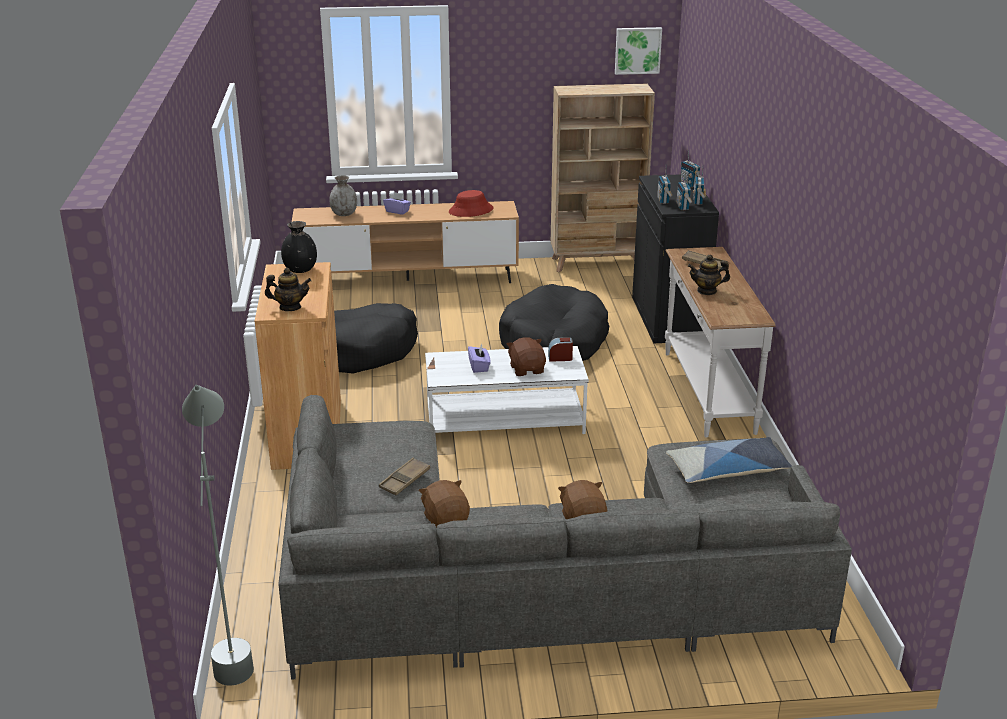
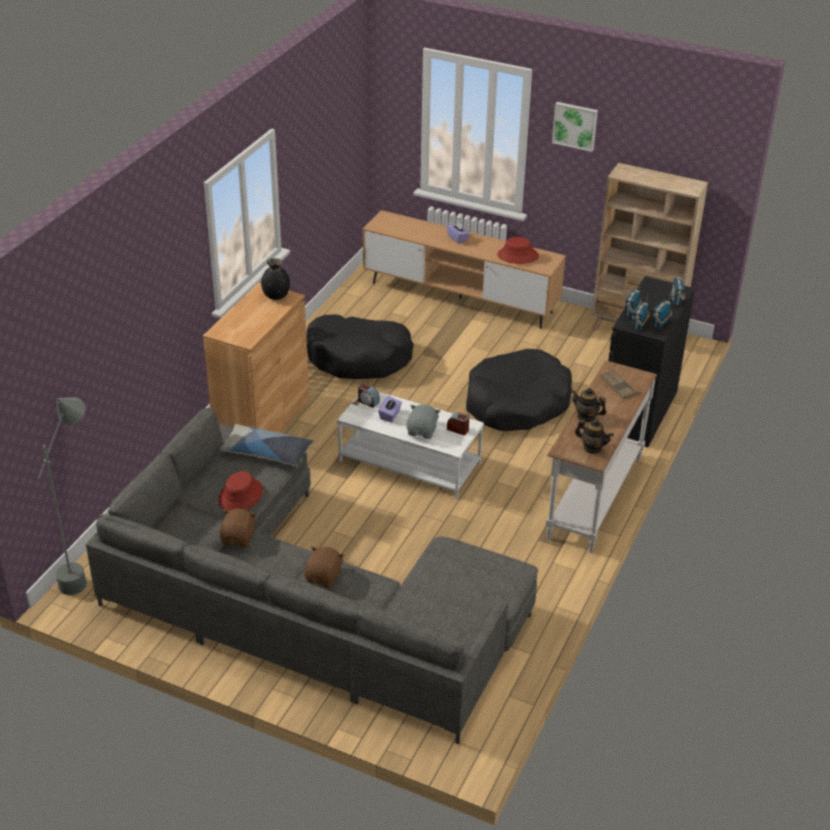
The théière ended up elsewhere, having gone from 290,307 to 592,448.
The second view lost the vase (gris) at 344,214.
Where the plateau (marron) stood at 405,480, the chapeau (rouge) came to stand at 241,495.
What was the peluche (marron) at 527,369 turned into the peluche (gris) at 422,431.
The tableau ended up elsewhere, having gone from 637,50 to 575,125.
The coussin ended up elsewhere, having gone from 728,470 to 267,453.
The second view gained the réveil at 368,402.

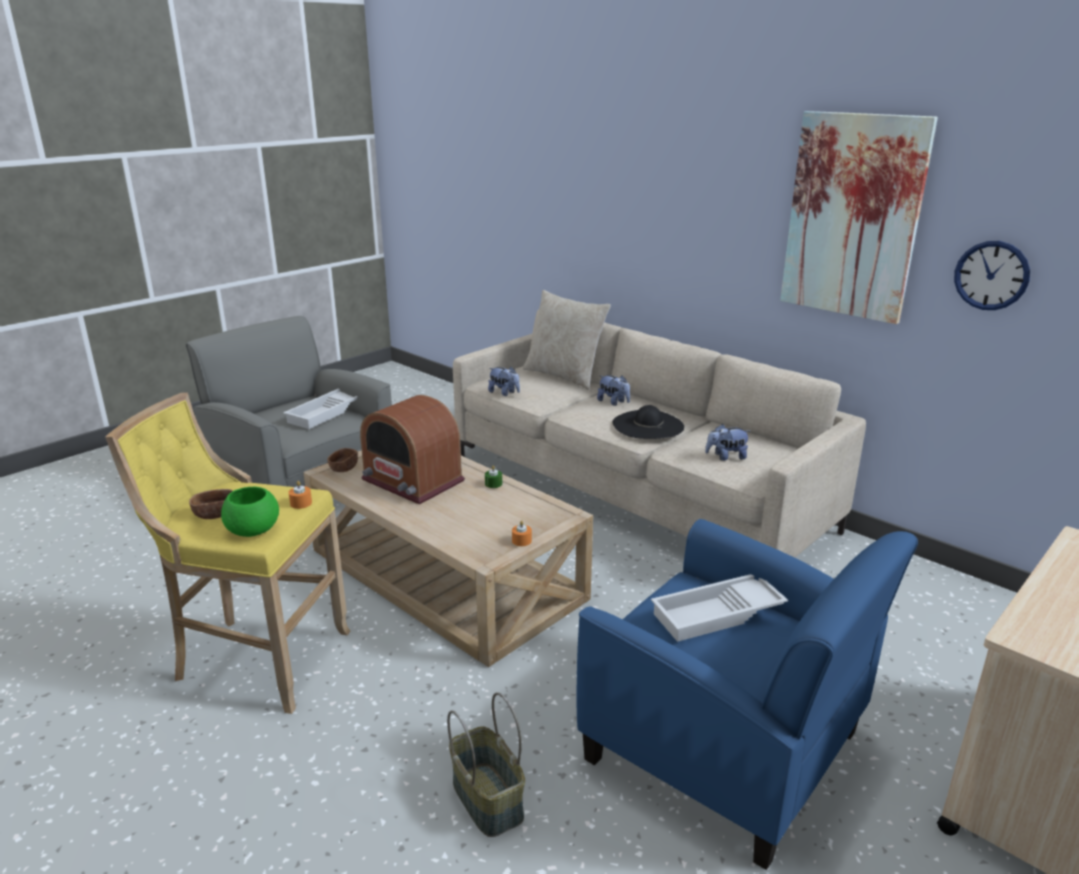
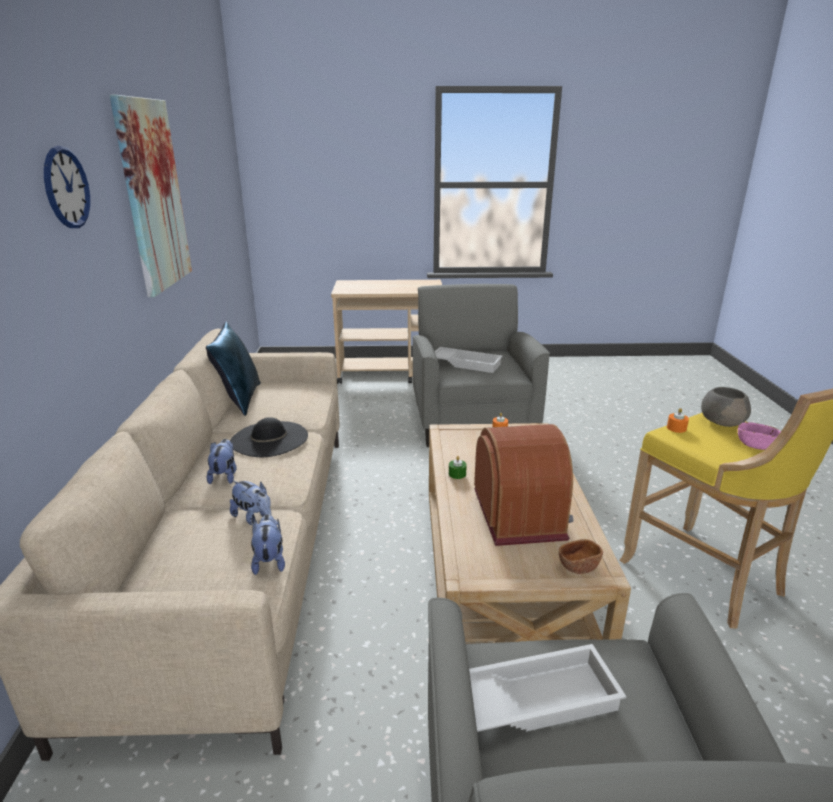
What was the bol (marron) at 215,514 turned into the bol (rose) at 756,445.
What was the bol (vert) at 253,531 turned into the bol (gris) at 722,422.
The second view lost the panier at 489,799.
The second view lost the coussin (beige) at 564,375.
What was the fauteuil (bleu) at 726,748 turned into the fauteuil (gris) at 472,420.
The peluche ended up elsewhere, having gone from 726,457 to 254,518.
The horloge murale ended up elsewhere, having gone from 991,275 to 66,188.
The second view gained the coussin (bleu) at 239,399.

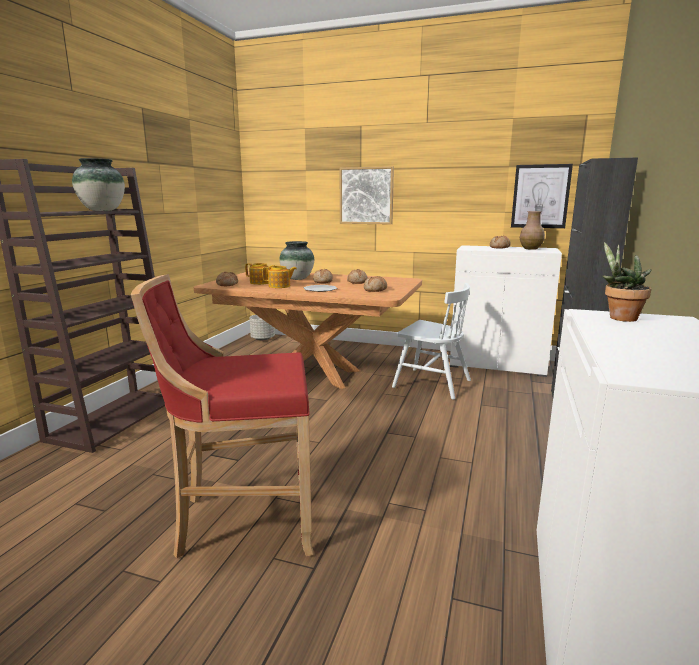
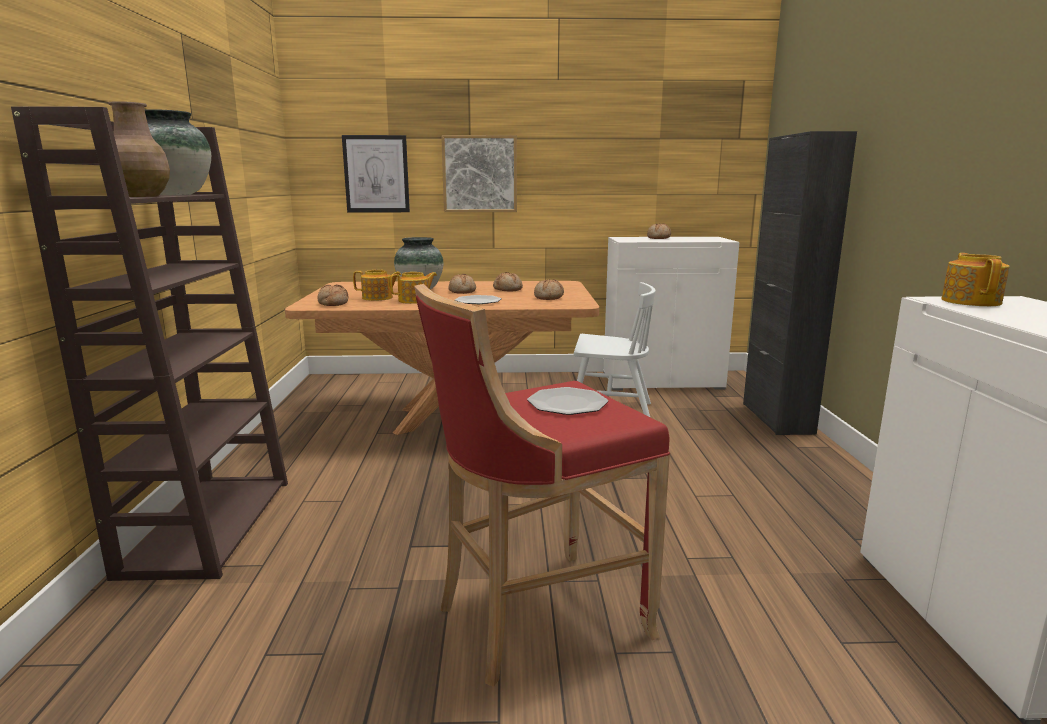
The second view lost the cache-pot (gris) at 263,338.
The tableau ended up elsewhere, having gone from 540,196 to 376,174.
The vase (marron) ended up elsewhere, having gone from 531,248 to 143,196.
Where the plante en pot stood at 619,318, the théière came to stand at 971,301.
The second view gained the assiette at 567,403.

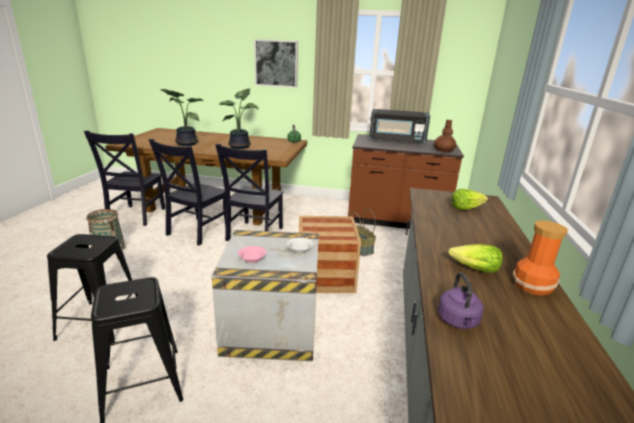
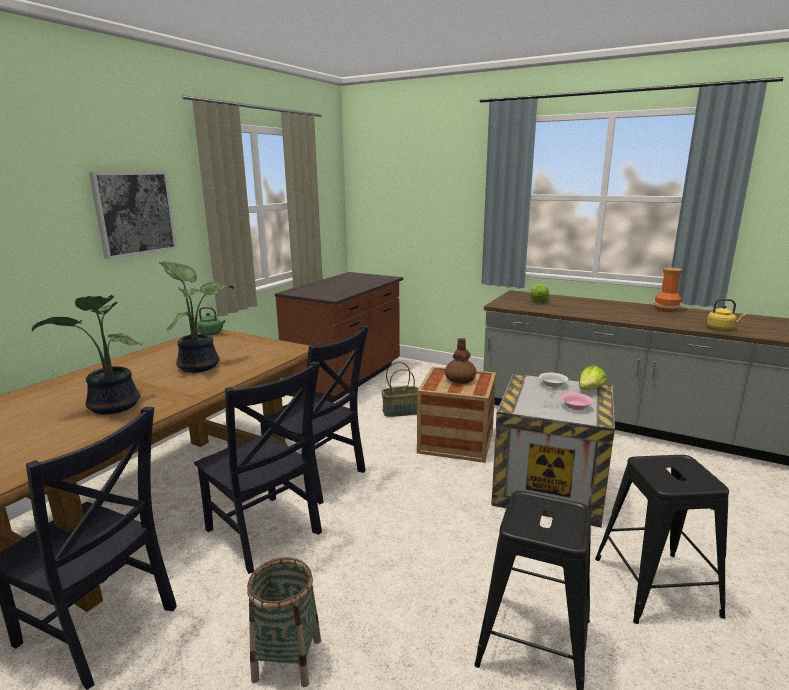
The second view lost the micro-ondes (noir) at 397,140.
The vase (marron) ended up elsewhere, having gone from 444,150 to 460,380.
What was the bouilloire (violet) at 458,321 turned into the bouilloire (jaune) at 721,328.
The laitue ended up elsewhere, having gone from 474,269 to 590,390.

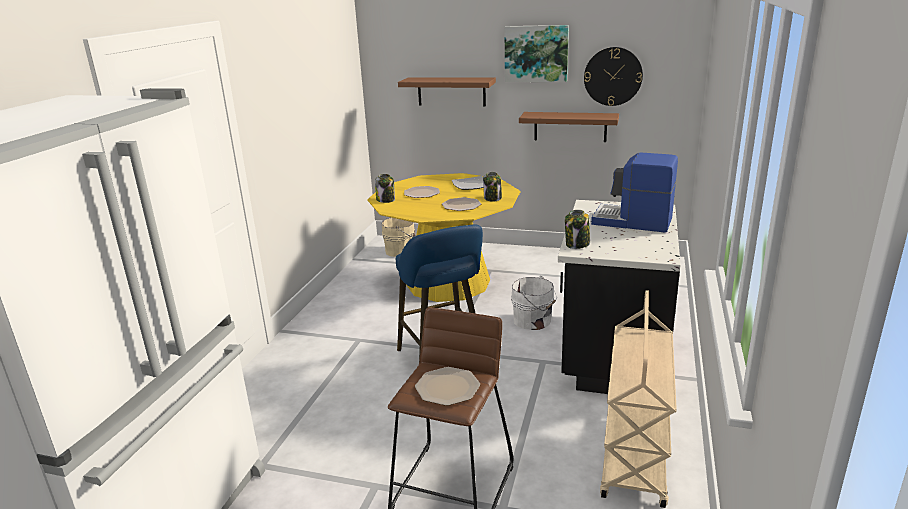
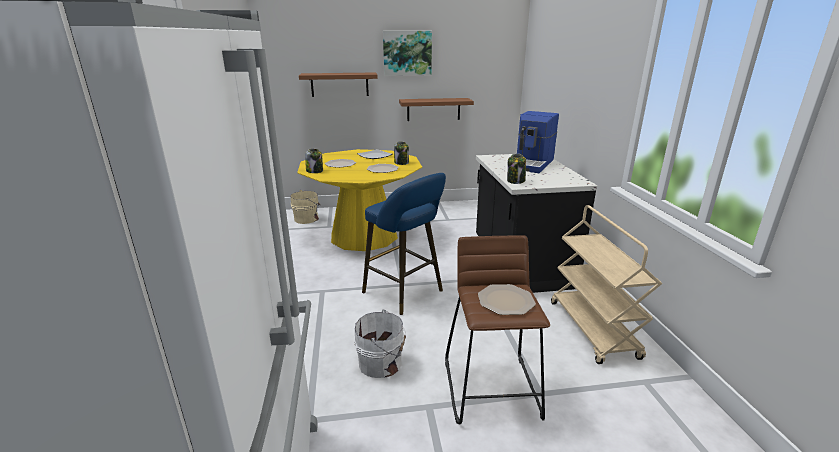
The seau (blanc) ended up elsewhere, having gone from 533,321 to 382,363.
The second view lost the horloge murale at 613,76.
The machine à café at 632,222 ended up facing another way, 60 degrees counterclockwise from before.

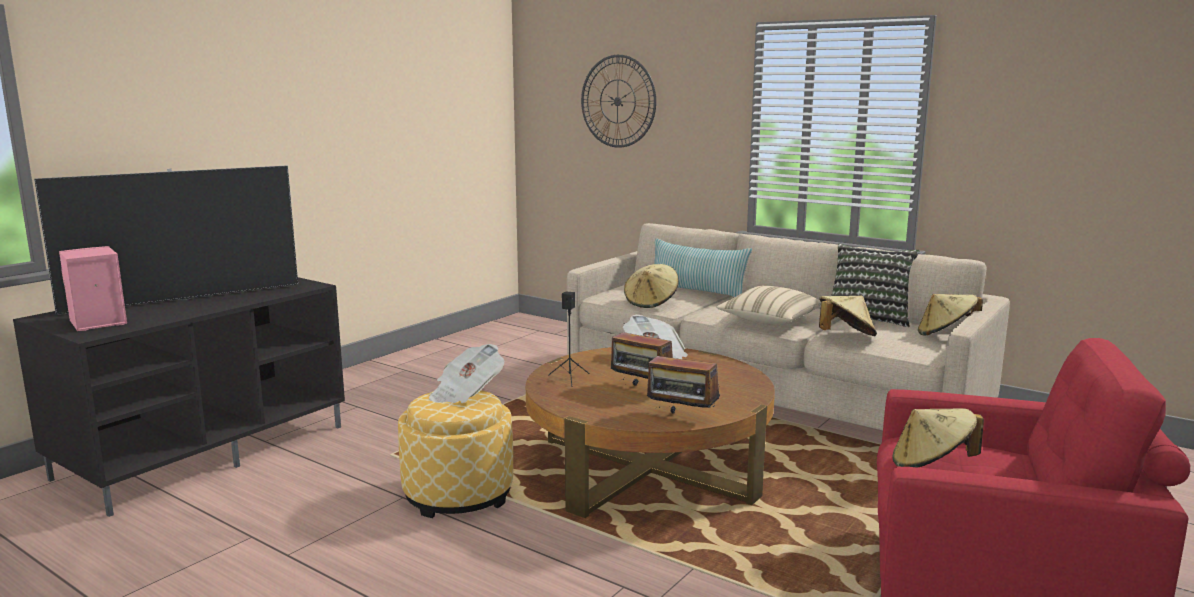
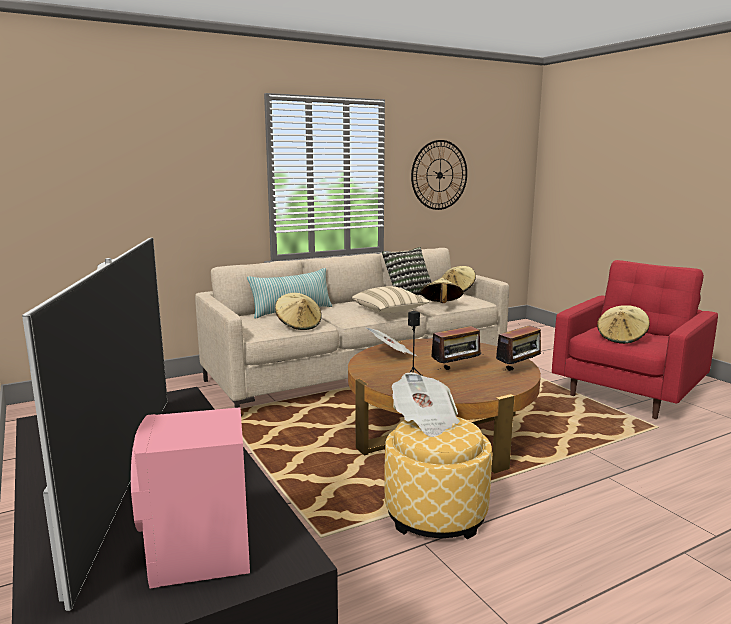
The horloge murale ended up elsewhere, having gone from 618,101 to 439,175.

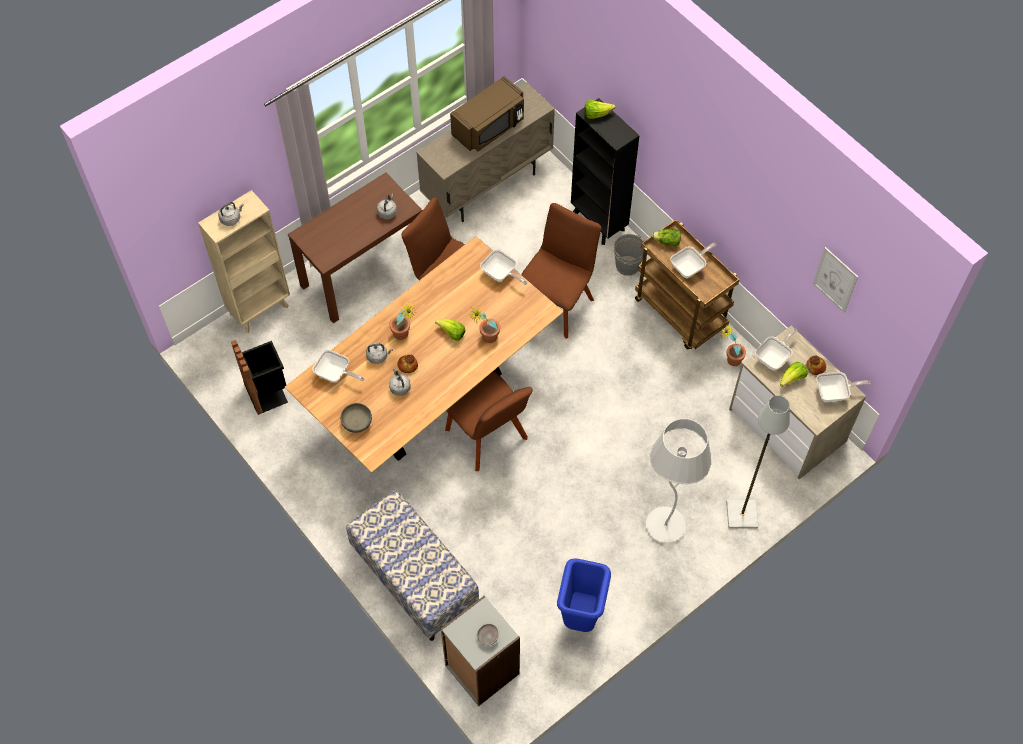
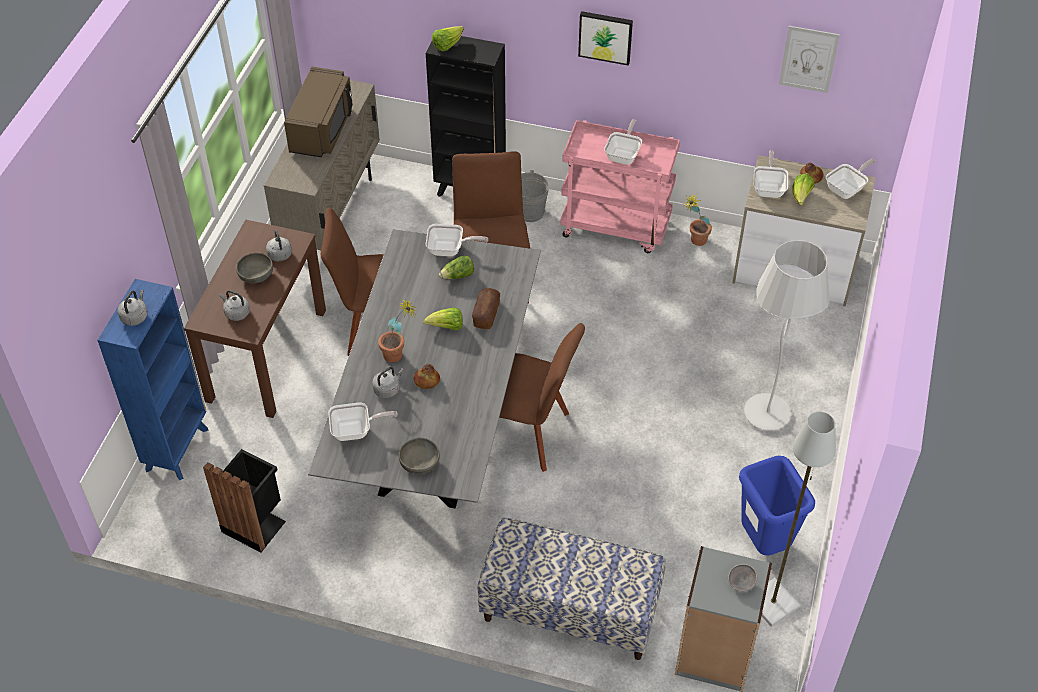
What was the bibliothèque (beige) at 260,309 turned into the bibliothèque (bleu) at 178,448.
What was the table à manger (marron) at 430,396 turned into the table à manger (gris) at 437,429.
The bouilloire (gris) ended up elsewhere, having gone from 399,387 to 236,313.
Where the plante en pot stood at 486,339, the pain came to stand at 486,314.
What was the chariot (marron) at 681,314 turned into the chariot (rose) at 616,227.
The laitue ended up elsewhere, having gone from 667,242 to 458,276.
The lampadaire (gris) ended up elsewhere, having gone from 742,515 to 774,603.
The second view gained the bol (gris) at 256,275.
The second view gained the tableau at 605,36.

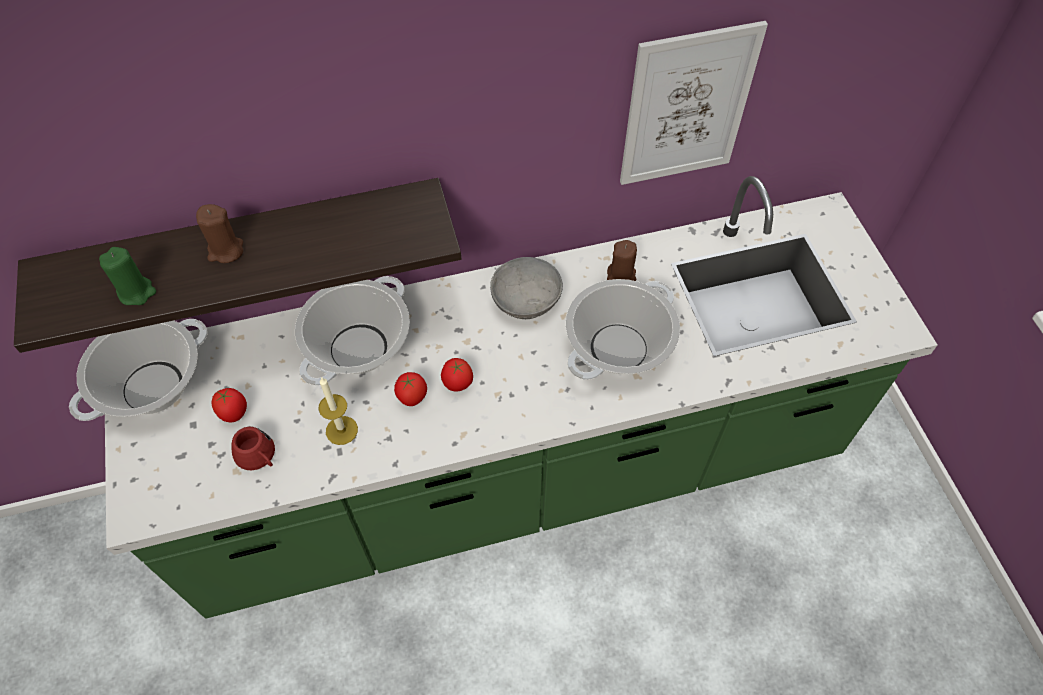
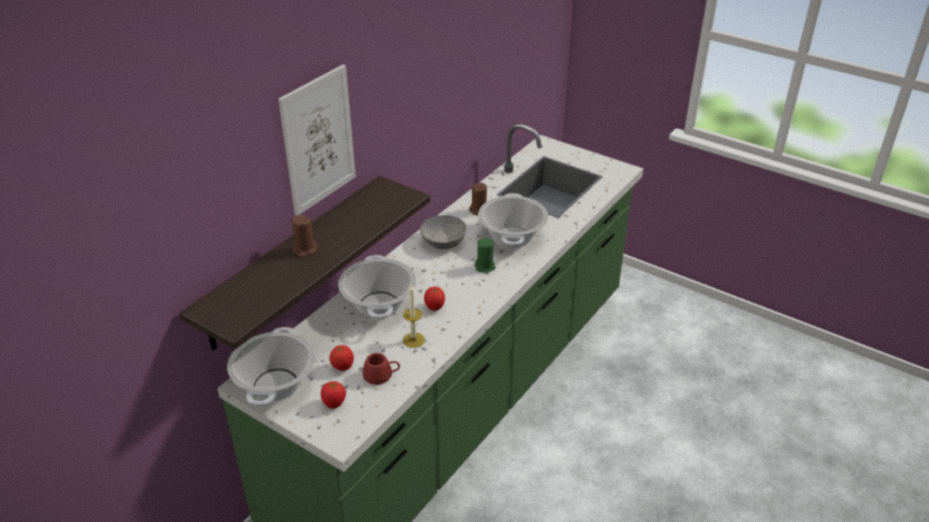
The bougie (vert) ended up elsewhere, having gone from 136,292 to 485,267.
The tomate ended up elsewhere, having gone from 457,384 to 334,404.
The tableau ended up elsewhere, having gone from 687,107 to 318,140.

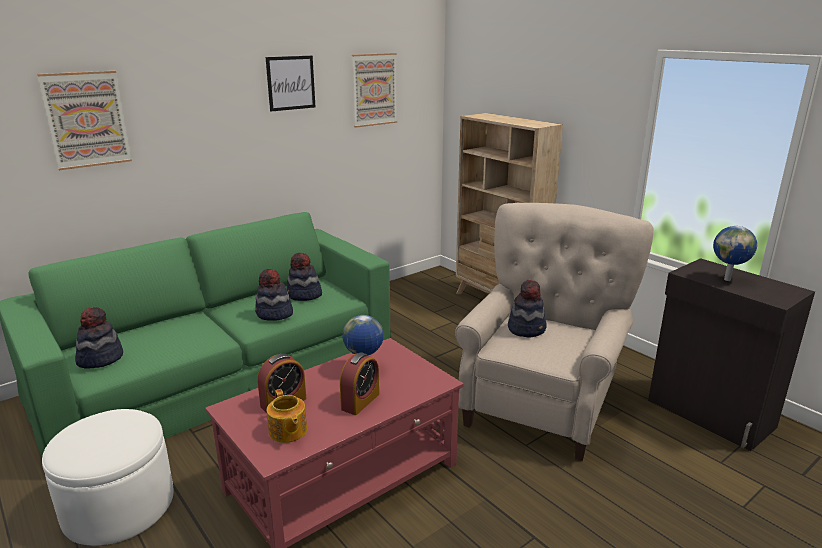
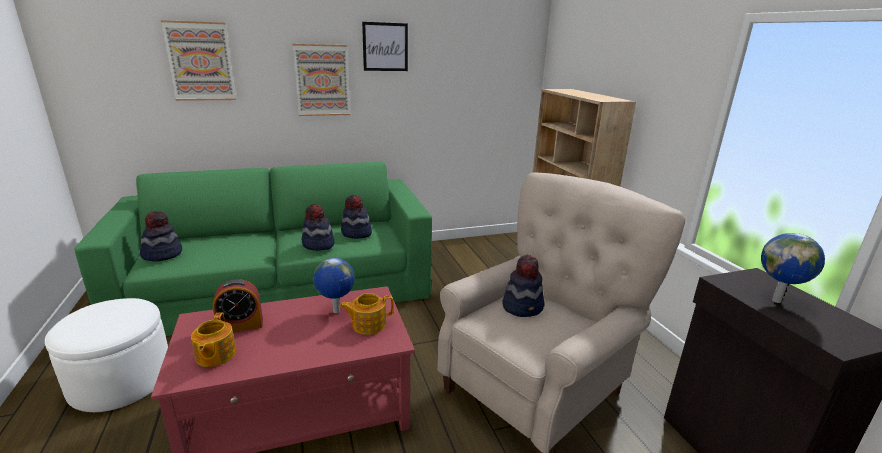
The second view lost the réveil at 360,401.
The tableau ended up elsewhere, having gone from 374,89 to 322,80.
The second view gained the théière at 368,324.

